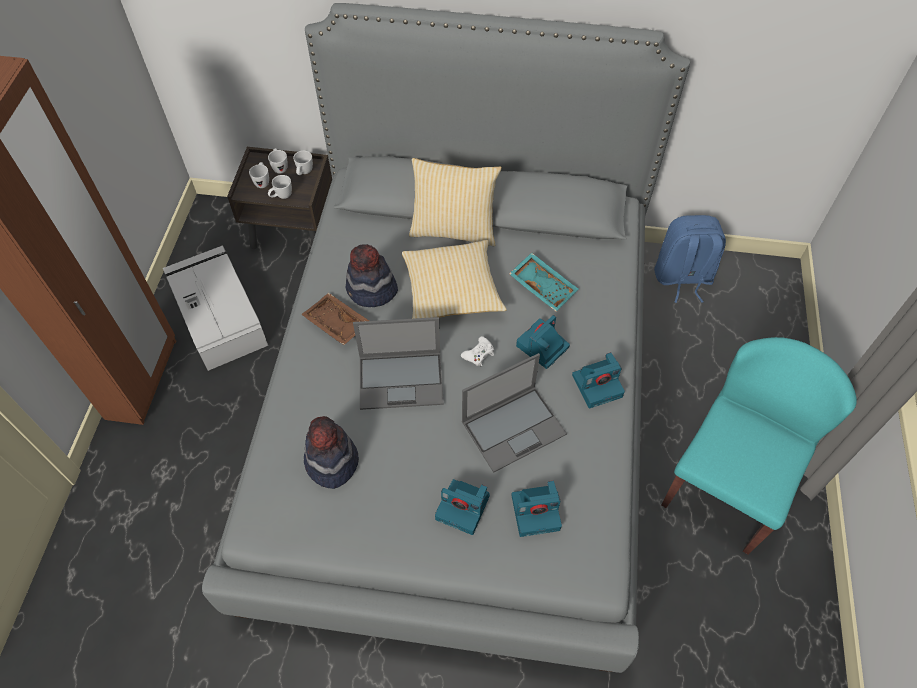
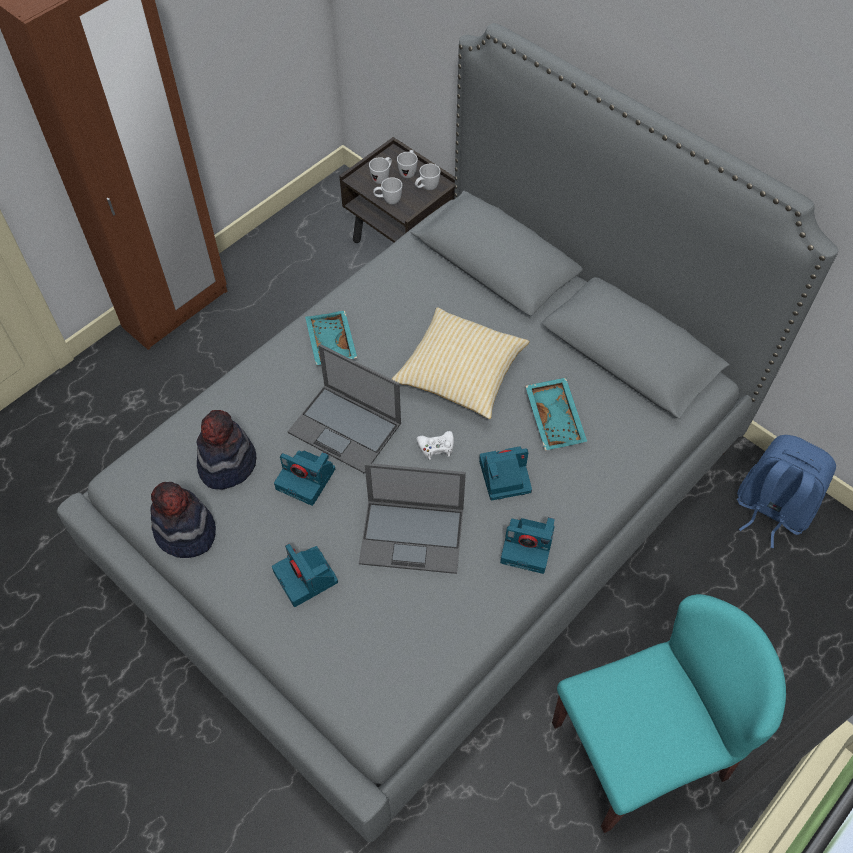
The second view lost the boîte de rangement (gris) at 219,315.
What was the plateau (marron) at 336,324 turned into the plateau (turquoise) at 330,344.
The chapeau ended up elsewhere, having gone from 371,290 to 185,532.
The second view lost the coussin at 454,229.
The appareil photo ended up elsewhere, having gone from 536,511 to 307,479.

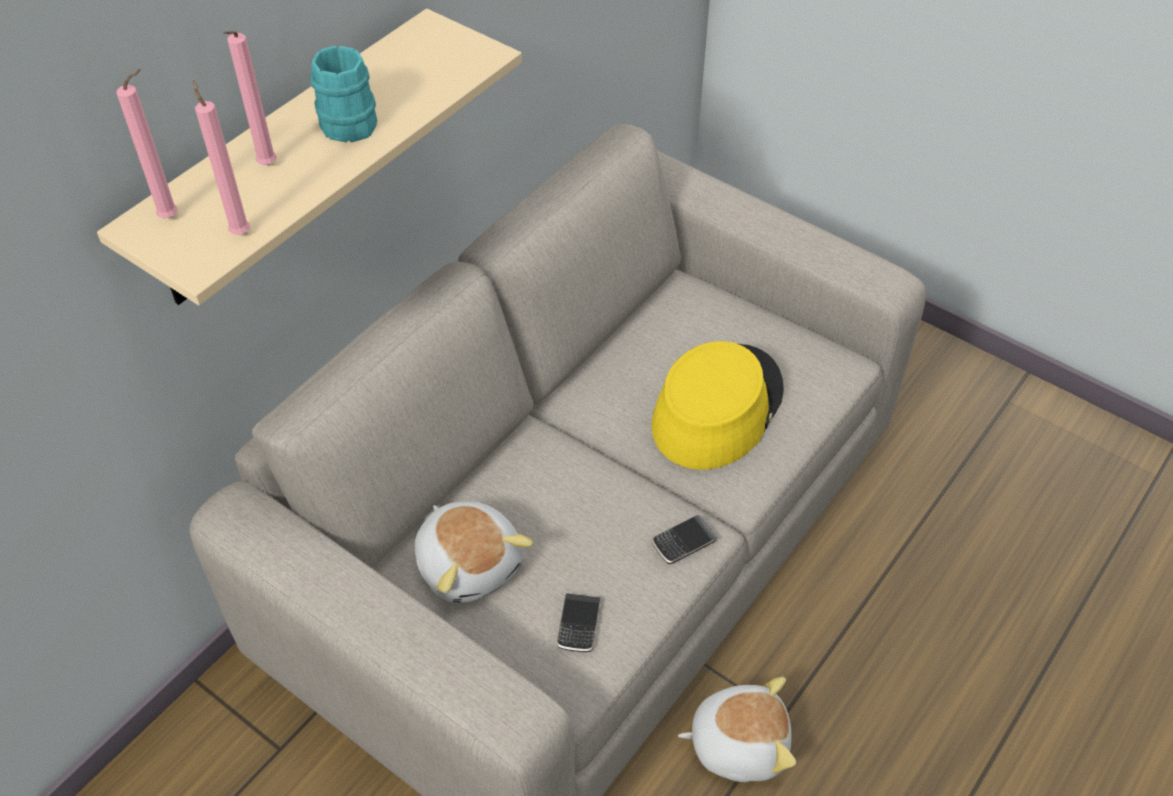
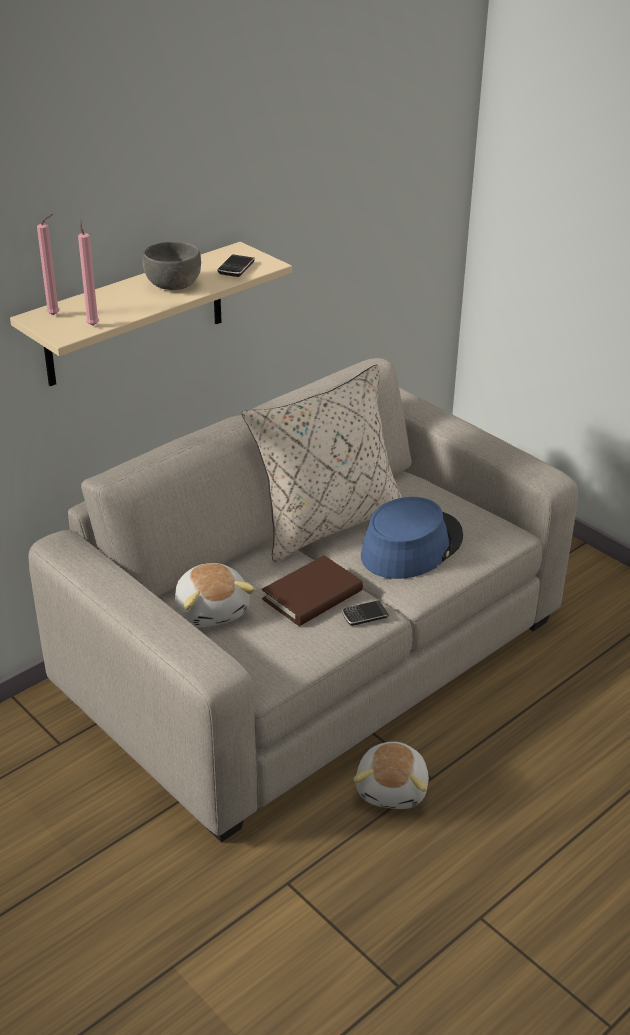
The second view lost the bougie (rose) at 266,167.
Where the mug (turquoise) stood at 345,119, the bol (gris) came to stand at 172,284.
The téléphone ended up elsewhere, having gone from 578,624 to 236,268.
What was the chapeau (jaune) at 716,407 turned into the chapeau (bleu) at 411,546.
The peluche at 738,742 ended up facing another way, 90 degrees clockwise from before.
The second view gained the coussin (beige) at 326,523.
The second view gained the livre (marron) at 312,595.

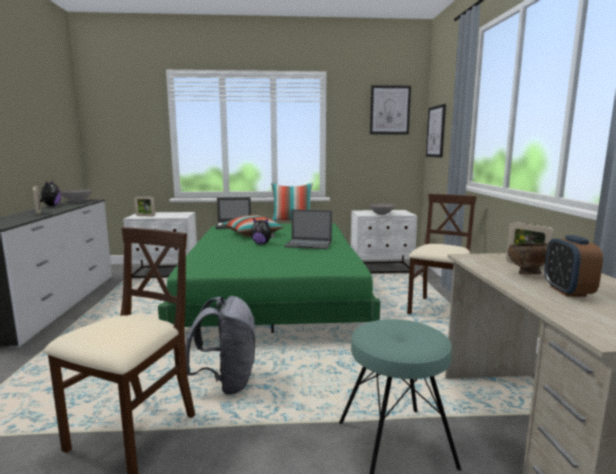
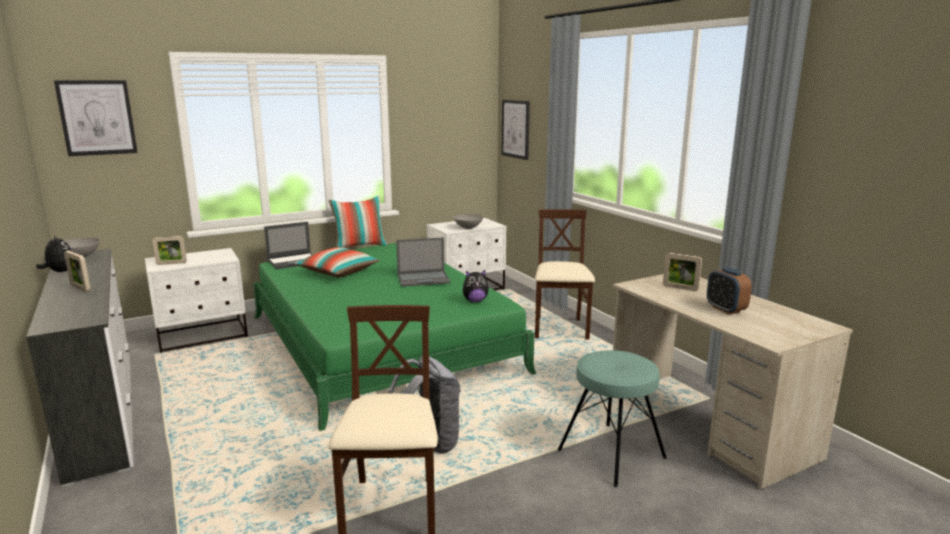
The peluche ended up elsewhere, having gone from 262,243 to 475,301.
The tableau ended up elsewhere, having gone from 390,110 to 97,117.
The second view lost the bol (marron) at 526,274.

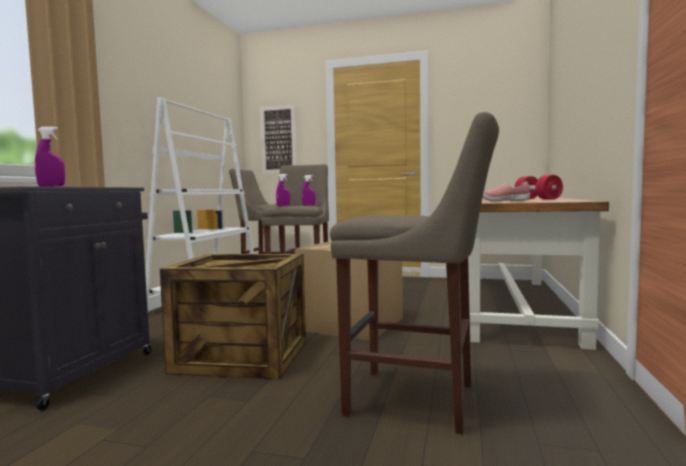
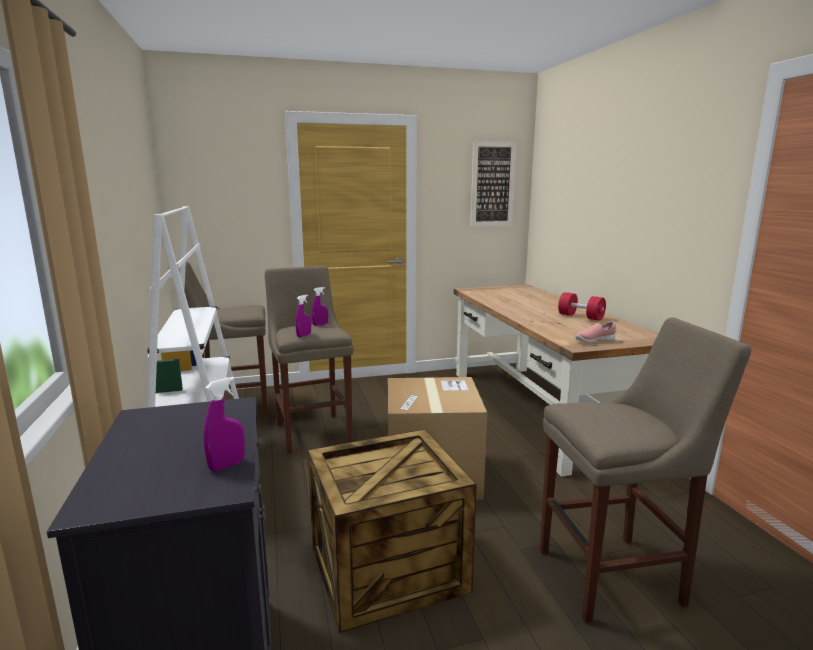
The tableau ended up elsewhere, having gone from 278,139 to 493,184.

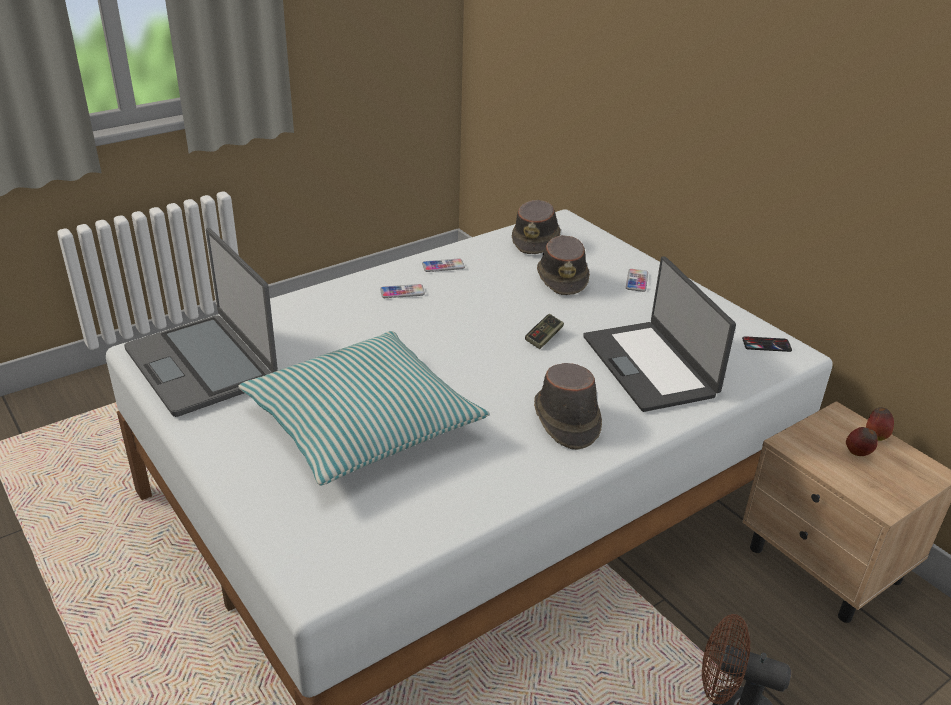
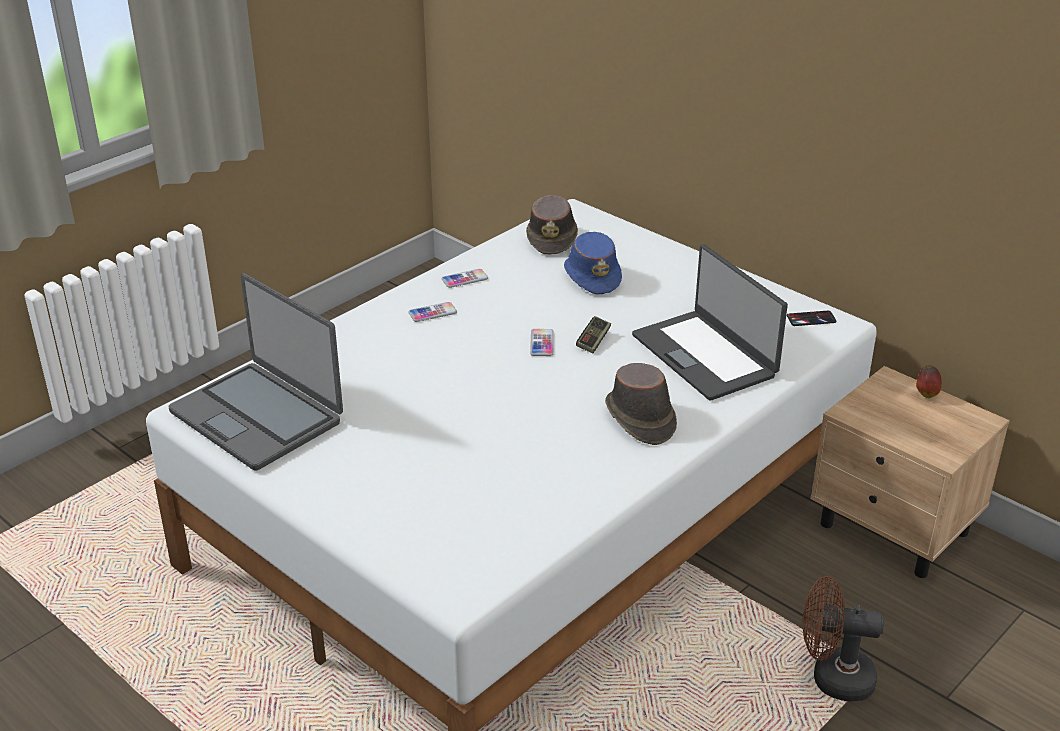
The second view lost the coussin at 362,423.
What was the chapeau (marron) at 562,278 turned into the chapeau (bleu) at 592,276.
The téléphone ended up elsewhere, having gone from 636,281 to 542,343.
The second view lost the pomme at 857,454.

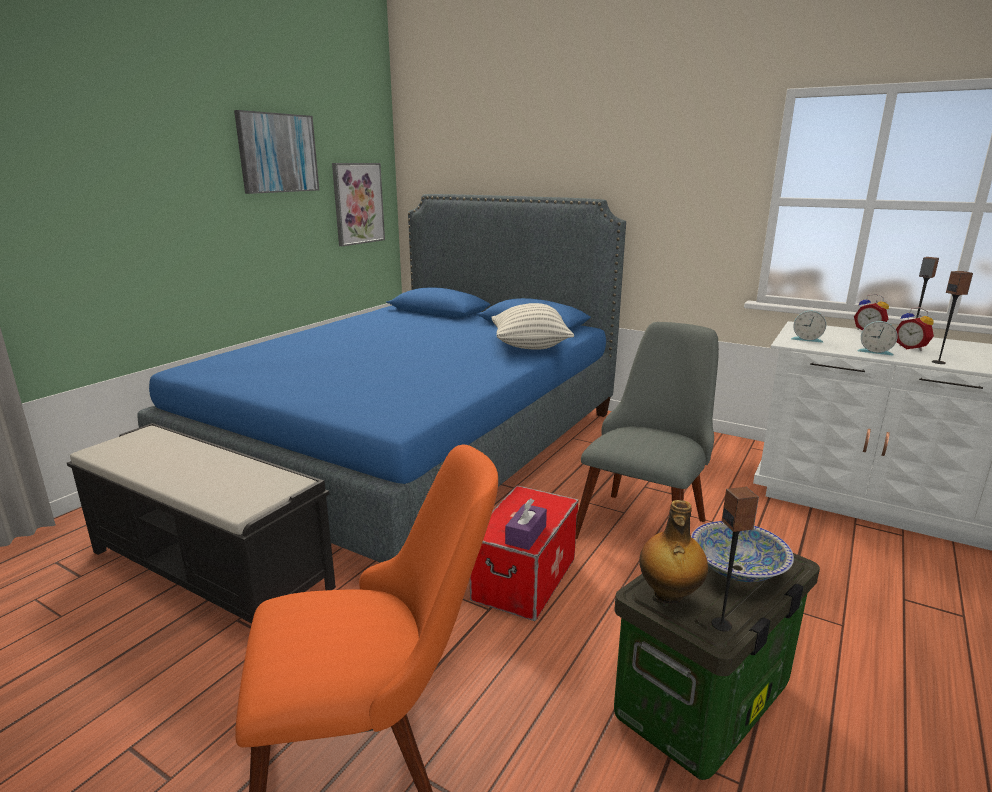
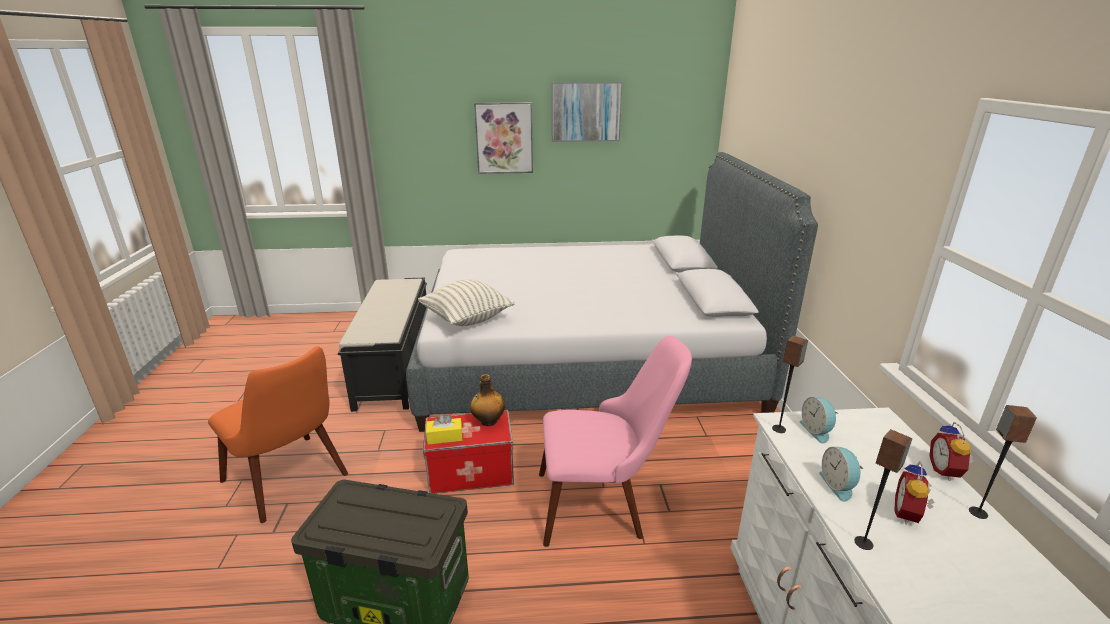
What was the lit (bleu) at 414,447 turned into the lit (gris) at 586,360.
The tableau ended up elsewhere, having gone from 358,203 to 504,138.
The coussin ended up elsewhere, having gone from 530,347 to 467,319.
What was the boîte à mouchoirs (violet) at 526,535 turned into the boîte à mouchoirs (jaune) at 444,437.
What was the chaise (gris) at 646,520 turned into the chaise (rose) at 604,503.
The bouteille ended up elsewhere, having gone from 668,595 to 488,421.
The second view lost the bol at 737,569.
The enceinte ended up elsewhere, having gone from 722,624 to 779,429.

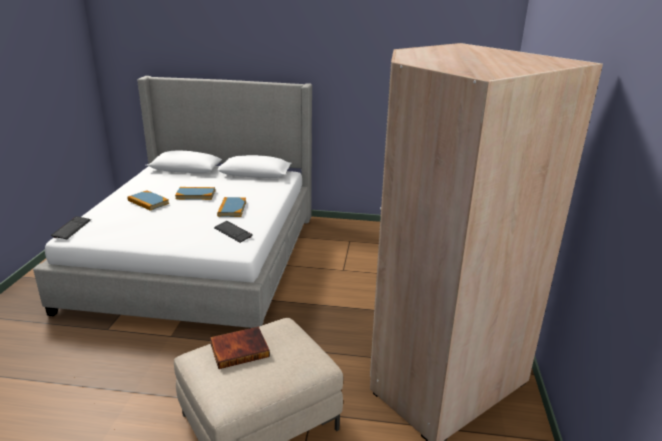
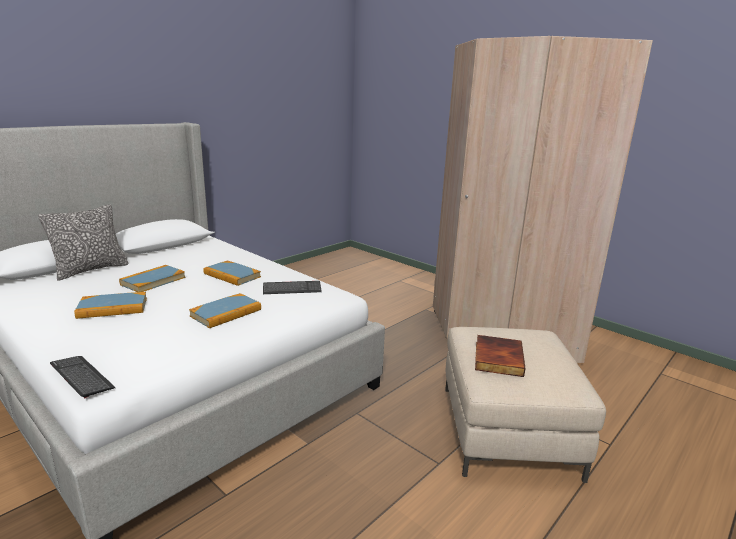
The second view gained the coussin at 90,270.
The second view gained the livre at 226,313.

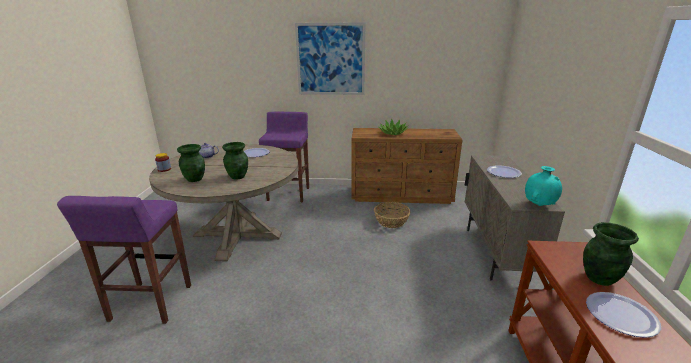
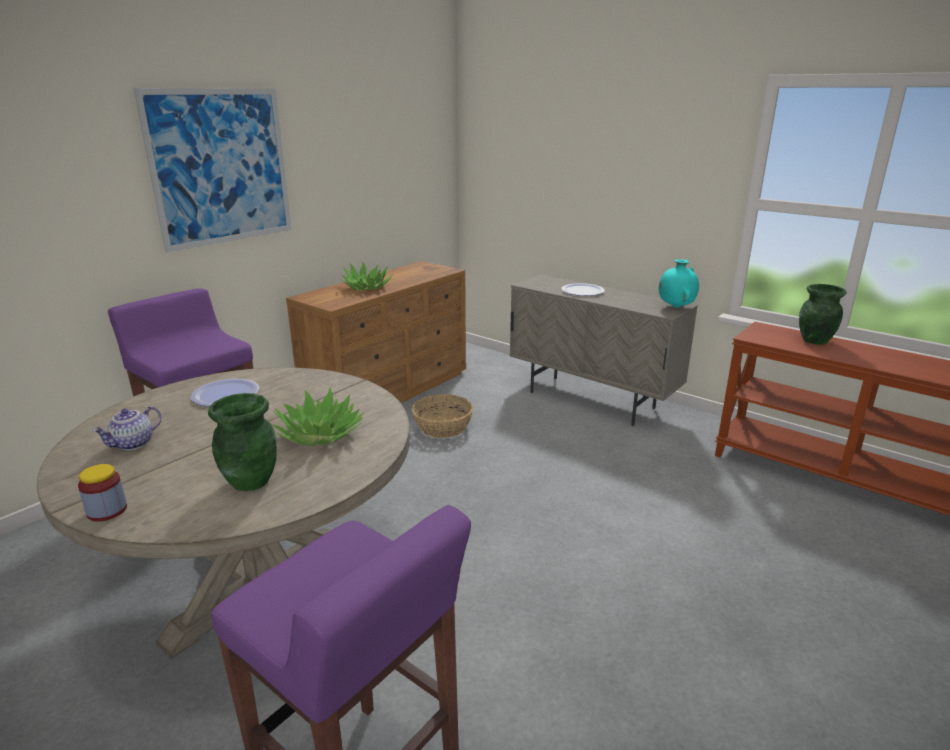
Where the vase (vert) stood at 238,176, the plante en pot came to stand at 320,435.
The second view lost the assiette at 621,315.

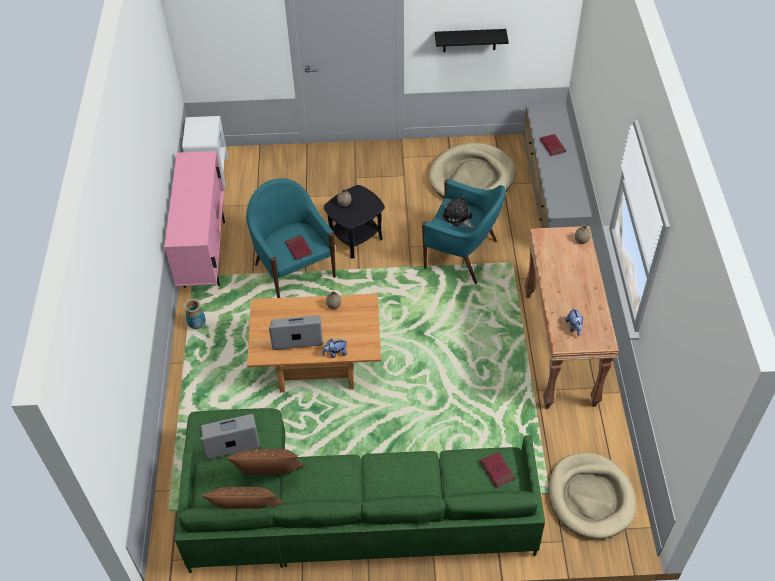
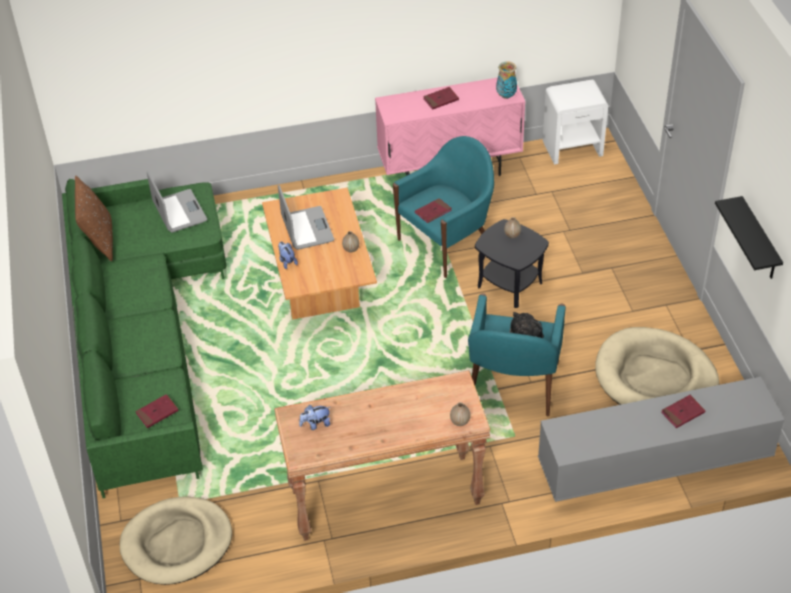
The vase ended up elsewhere, having gone from 197,325 to 506,96.
The second view lost the coussin (marron) at 270,477.
The second view gained the livre (rouge) at 441,100.

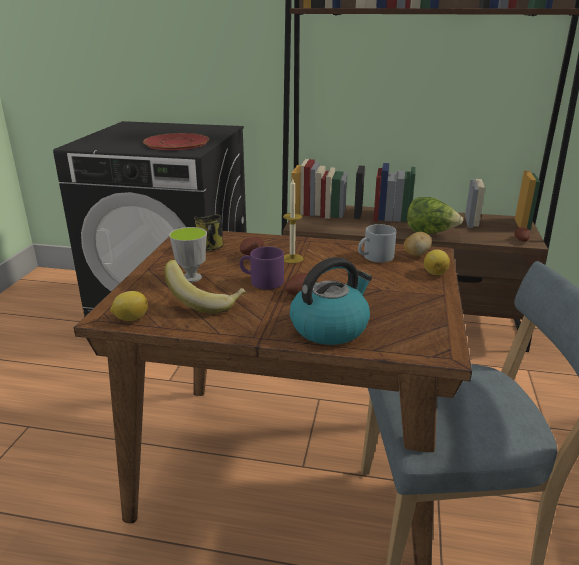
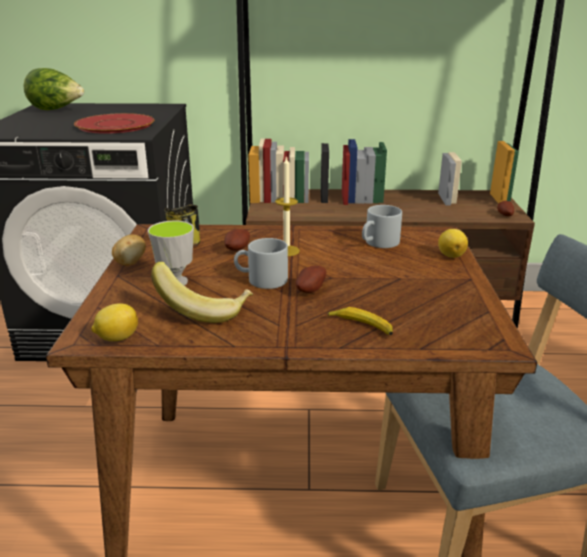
What was the mug (violet) at 261,281 turned into the mug (gris) at 261,280.
Where the bouilloire stood at 330,327, the banane came to stand at 361,326.
The pomme de terre ended up elsewhere, having gone from 416,255 to 131,263.
The laitue ended up elsewhere, having gone from 430,233 to 56,110.

